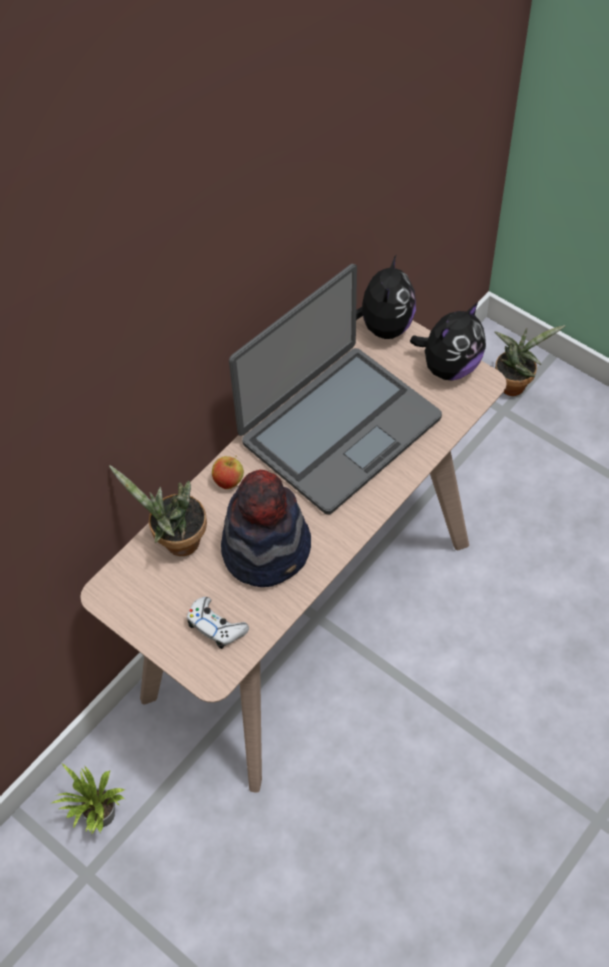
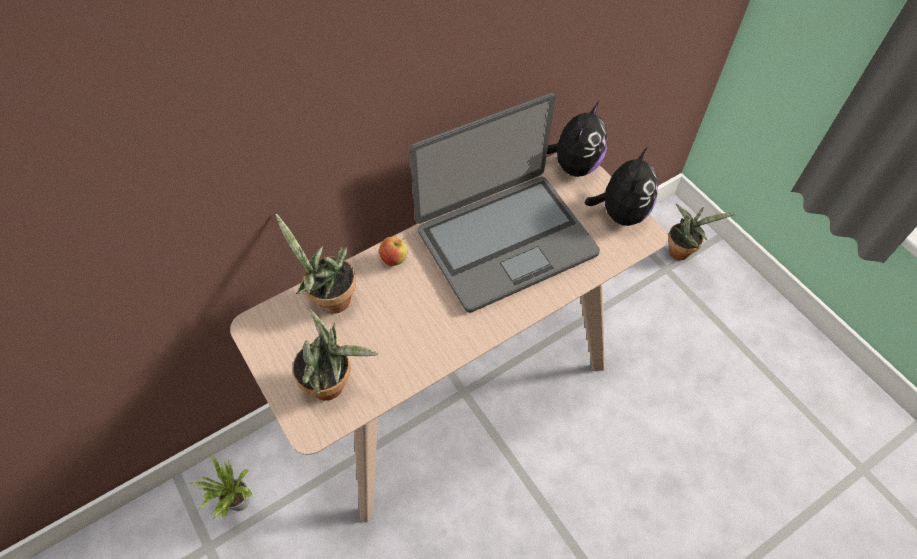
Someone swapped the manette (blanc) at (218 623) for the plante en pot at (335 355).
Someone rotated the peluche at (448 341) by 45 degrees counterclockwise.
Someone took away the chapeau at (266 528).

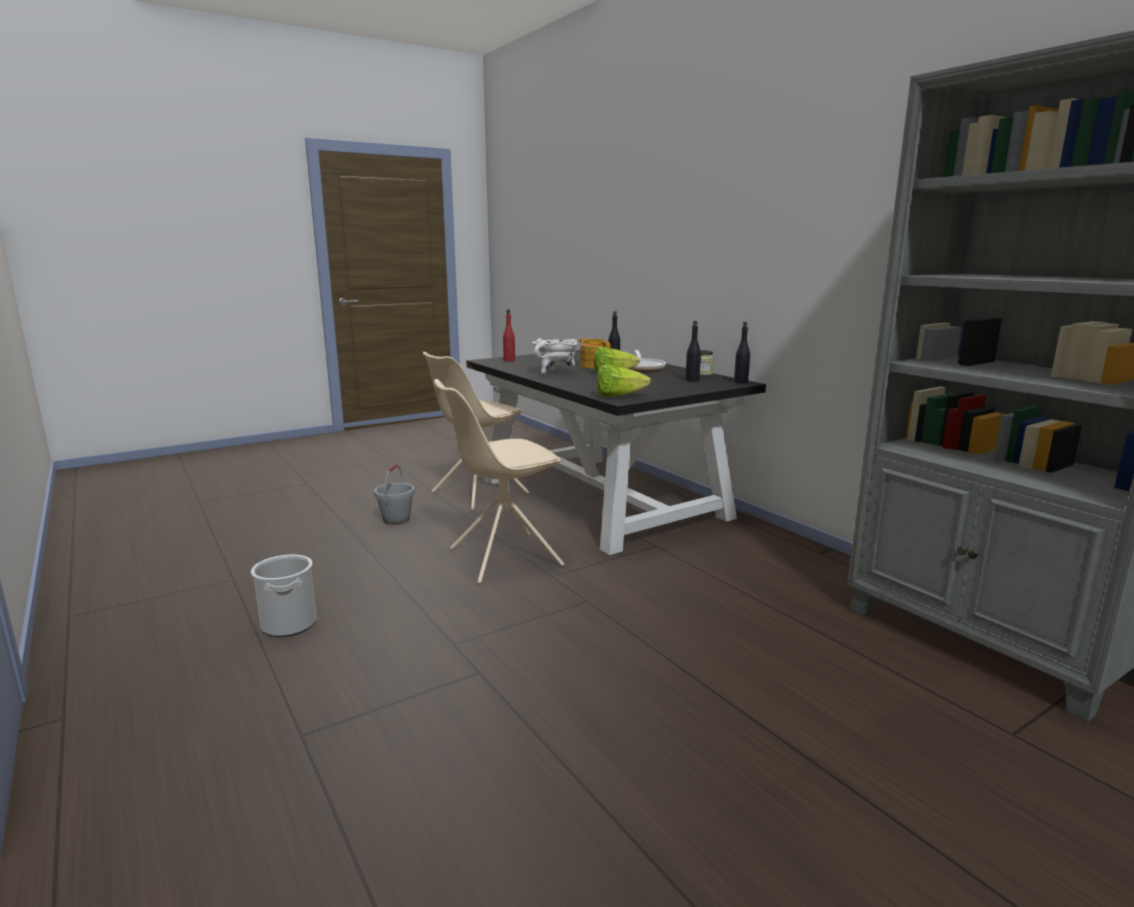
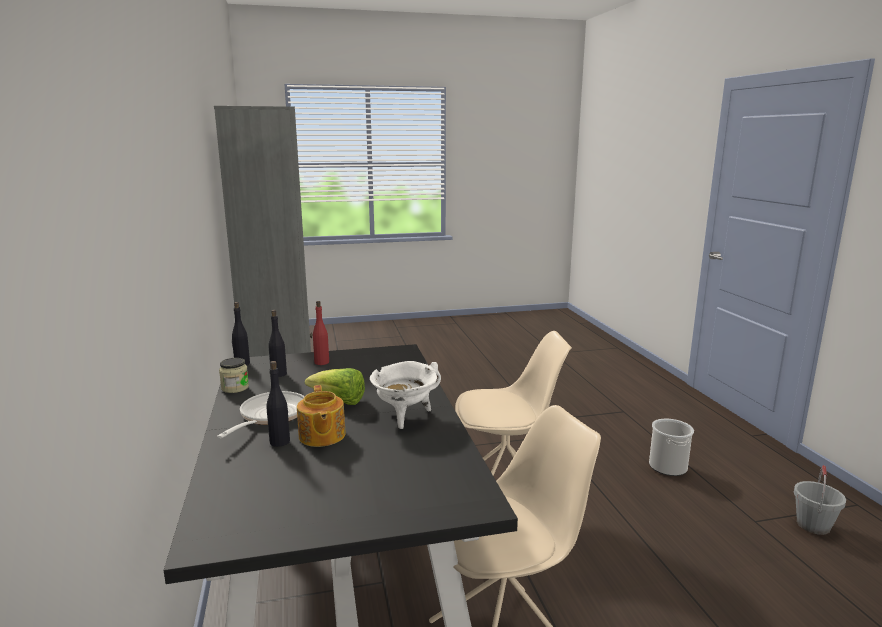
Someone carried the bouteille (rouge) from (509 335) to (321 333).
Someone carried the seau (gris) from (394 494) to (820 500).
Someone took away the laitue at (624 380).

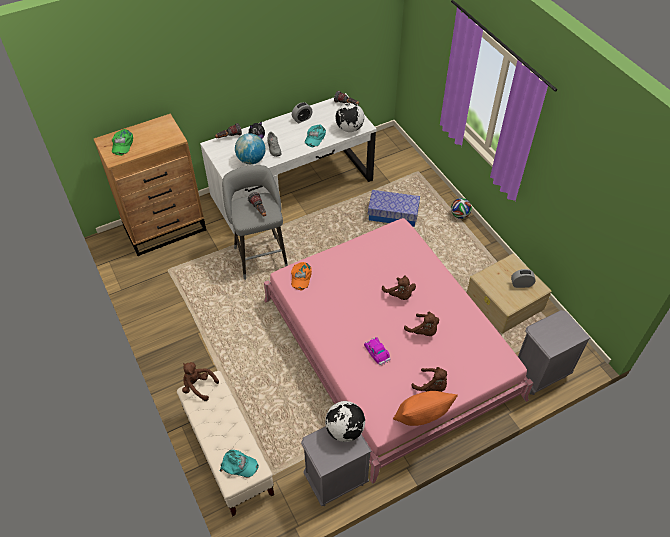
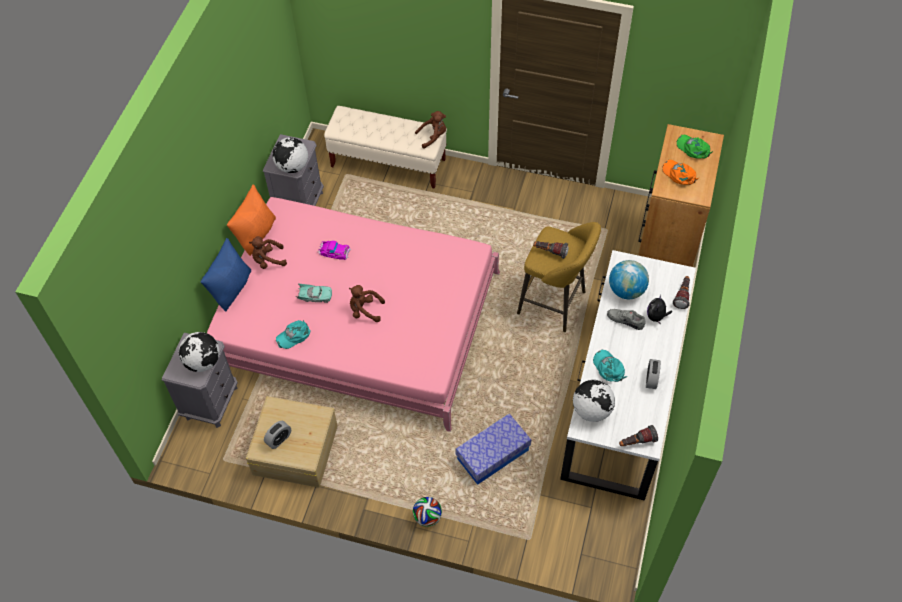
Someone put down the globe at (198 352).
Someone put down the coussin (bleu) at (226 275).
Someone carried the casquette (turquoise) from (239 463) to (293 334).
Someone swapped the peluche (marron) at (421 324) for the petite voiture (turquoise) at (314 293).
Someone repainted the tabouret (gris) at (255 222), which became the tabouret (jaune) at (559 277).
Someone carried the casquette (orange) from (301 276) to (681 172).

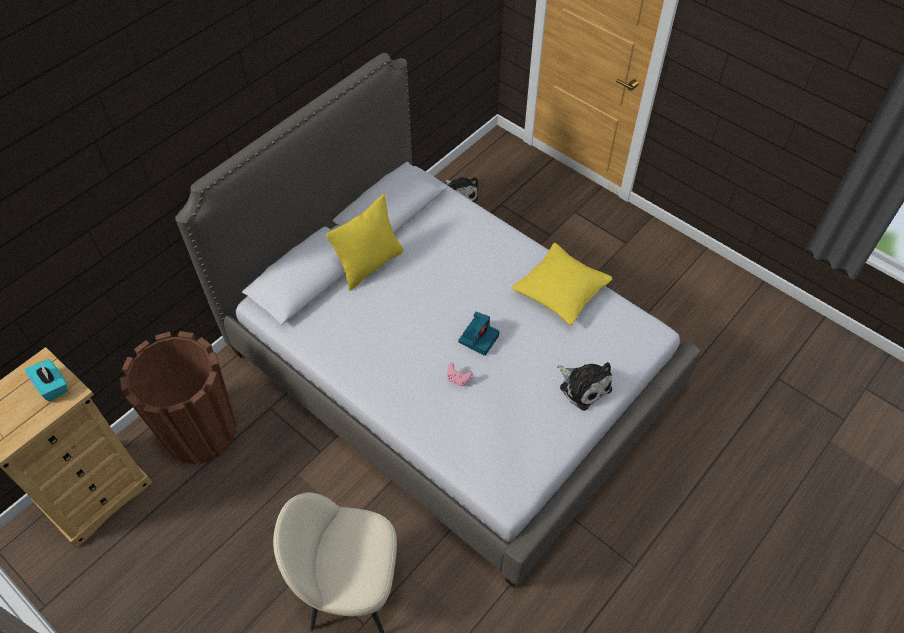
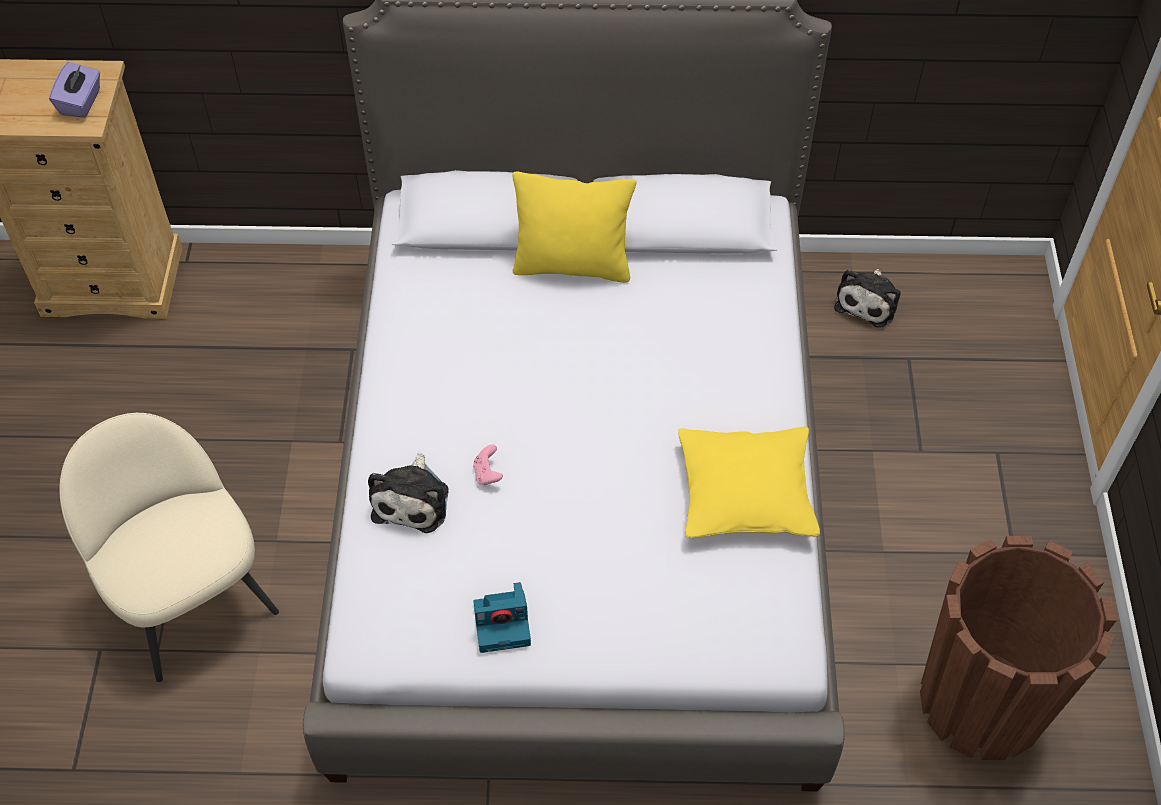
Someone repainted the boîte à mouchoirs (turquoise) at (46 380), which became the boîte à mouchoirs (violet) at (74 90).
Someone carried the peluche from (584 386) to (408 493).
Someone carried the appareil photo from (478 334) to (502 617).
Someone carried the cache-pot (marron) from (178 397) to (1018 648).

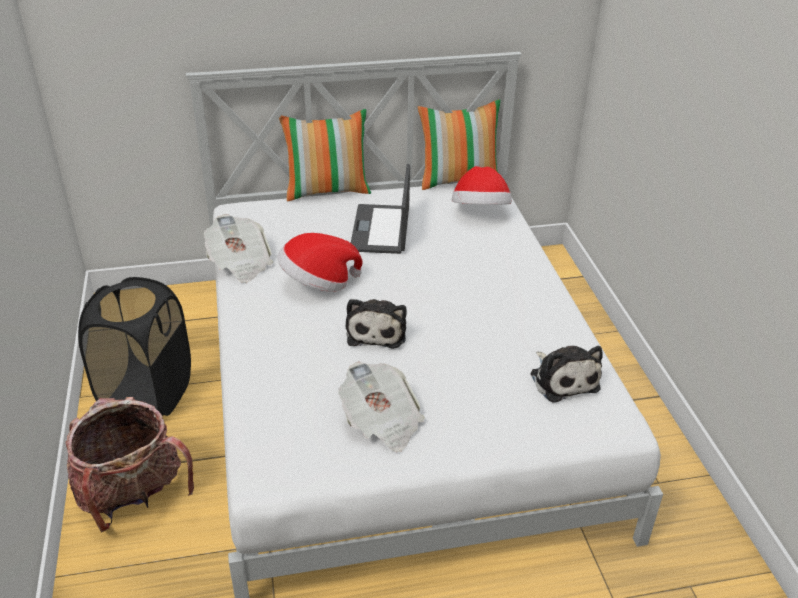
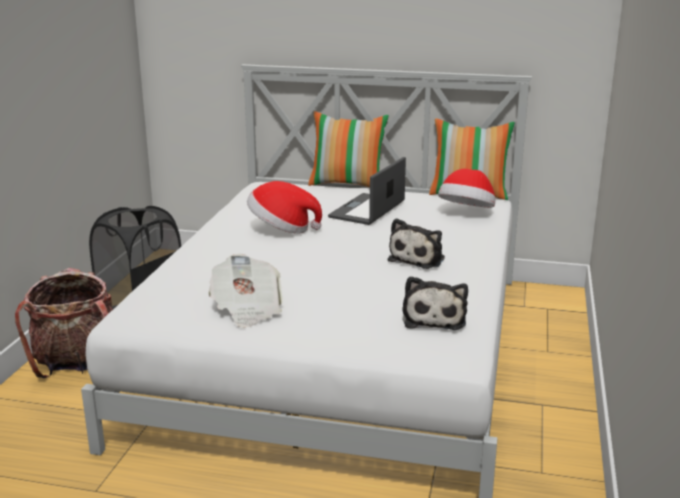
Someone carried the peluche from (376 324) to (416 243).
Someone took away the journal at (238 248).

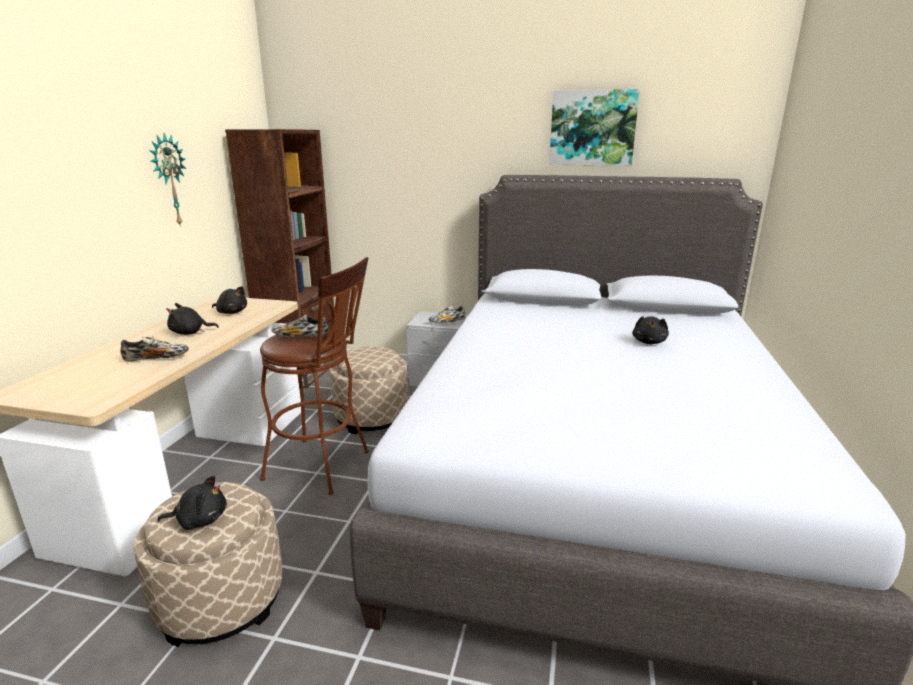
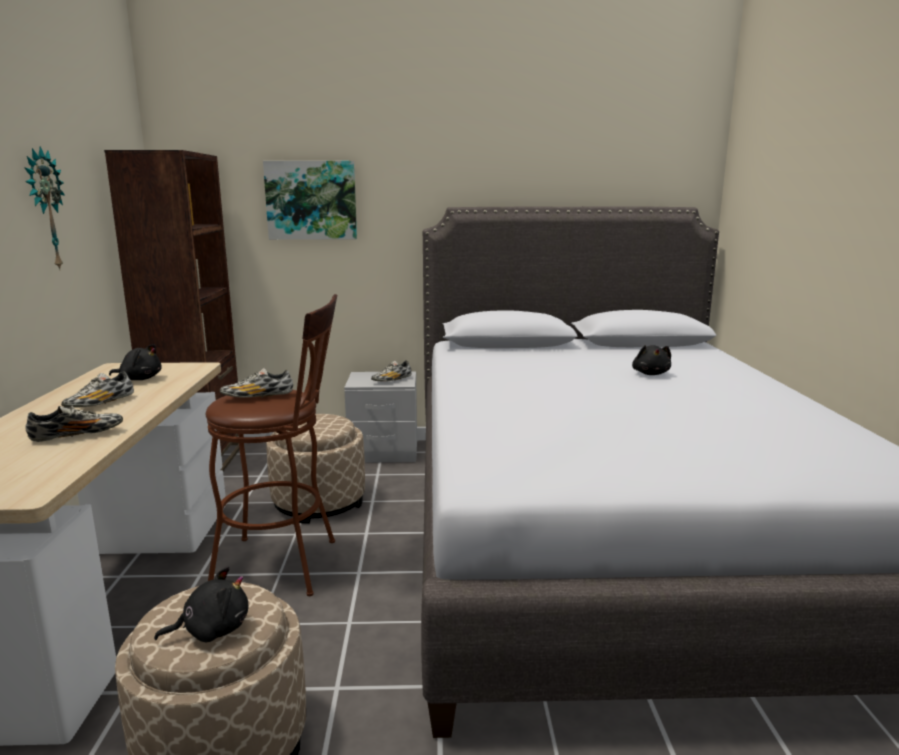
Someone swapped the peluche (noir) at (192 319) for the chaussure at (97 389).
Someone carried the tableau from (594 127) to (310 200).

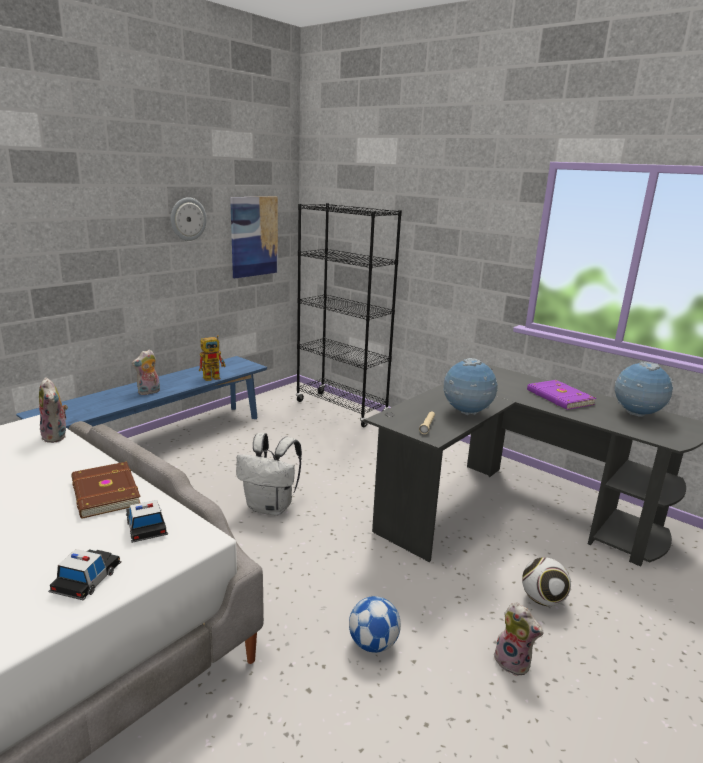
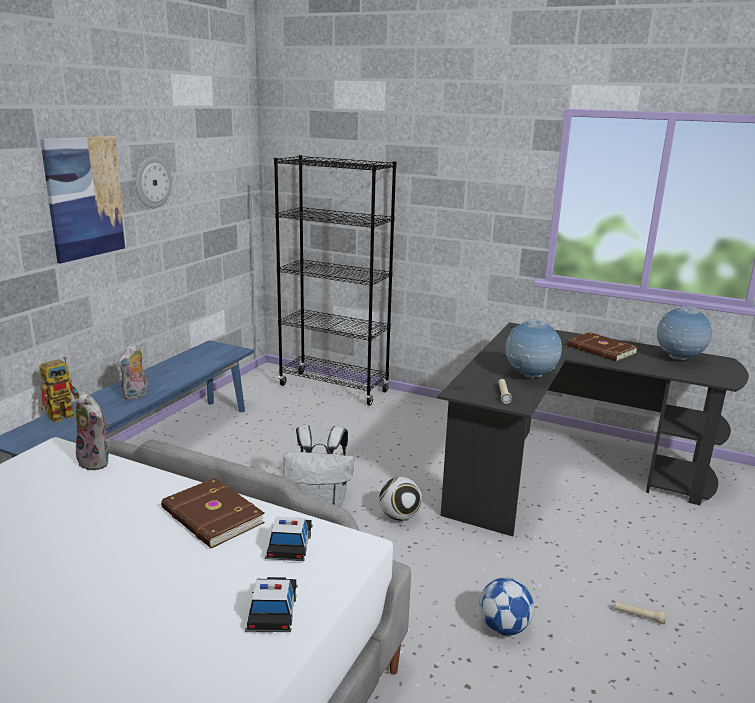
Someone carried the tableau from (254 237) to (83 199).
Someone carried the robot jouet from (212 358) to (59 390).
Someone rotated the petite voiture at (147 521) by 45 degrees clockwise.
Someone carried the ballon de foot from (546 581) to (400 499).
Someone repainted the livre (violet) at (561 395), which became the livre (marron) at (602 346).
Someone swapped the peluche at (519 639) for the lampe de poche (beige) at (640 612).

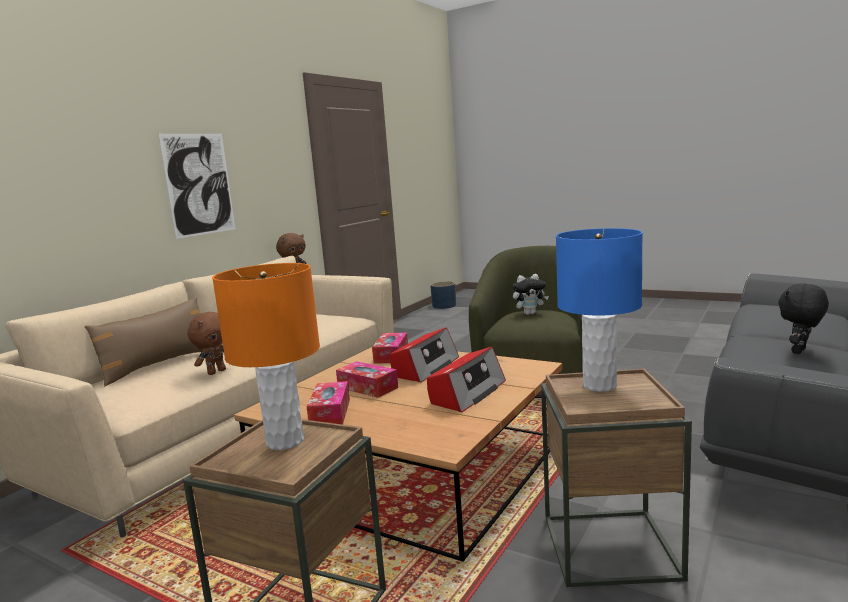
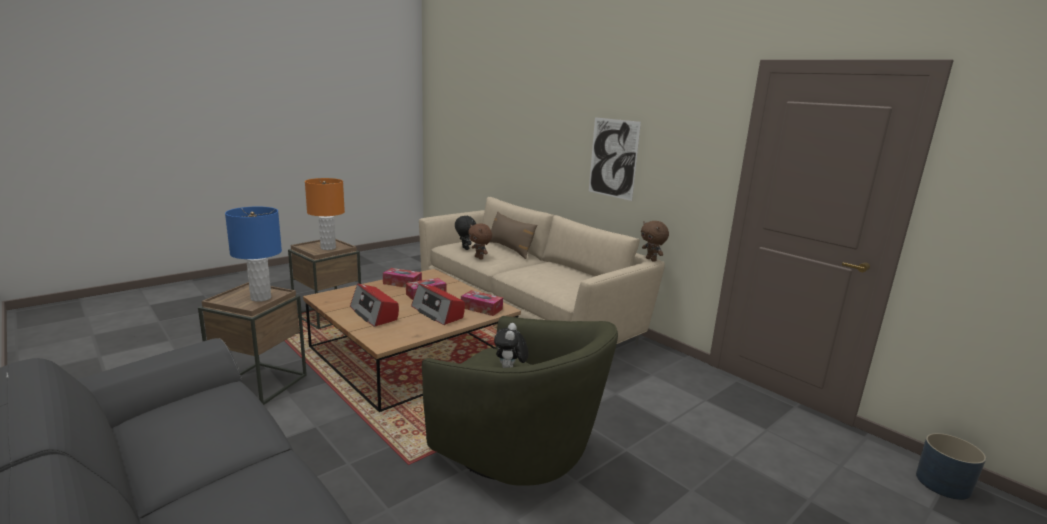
Someone carried the peluche (noir) from (803 319) to (465 233).

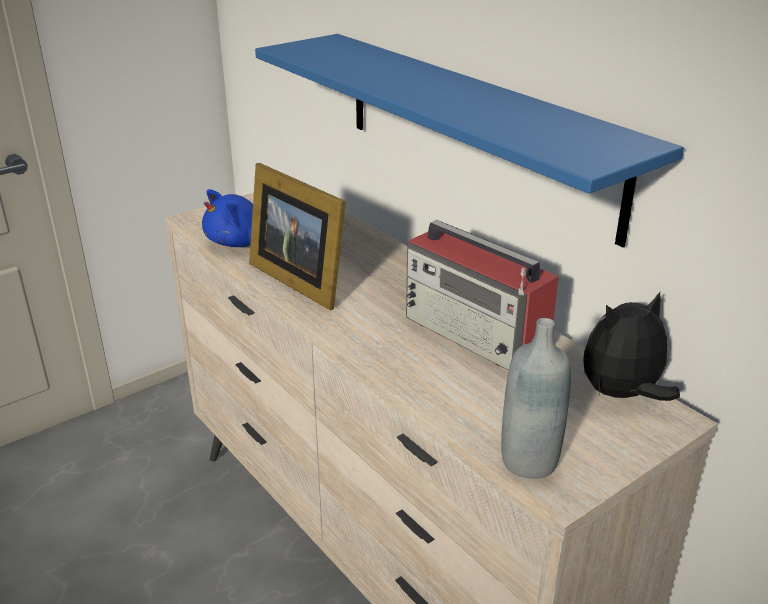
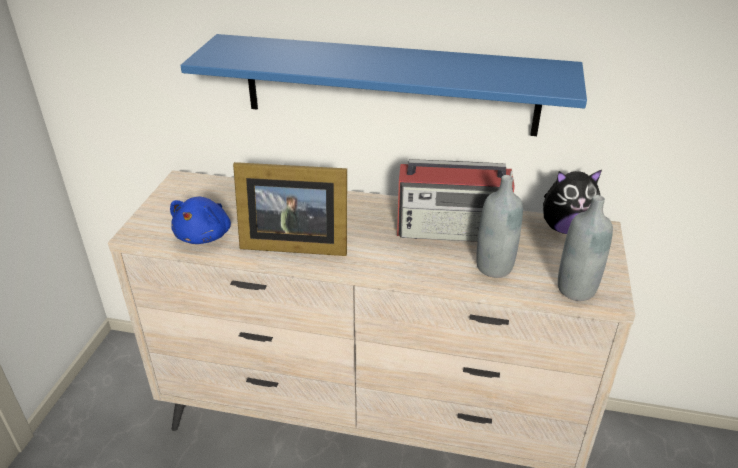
Someone put down the bouteille (gris) at (499 226).
Someone rotated the peluche at (631 346) by 120 degrees counterclockwise.

